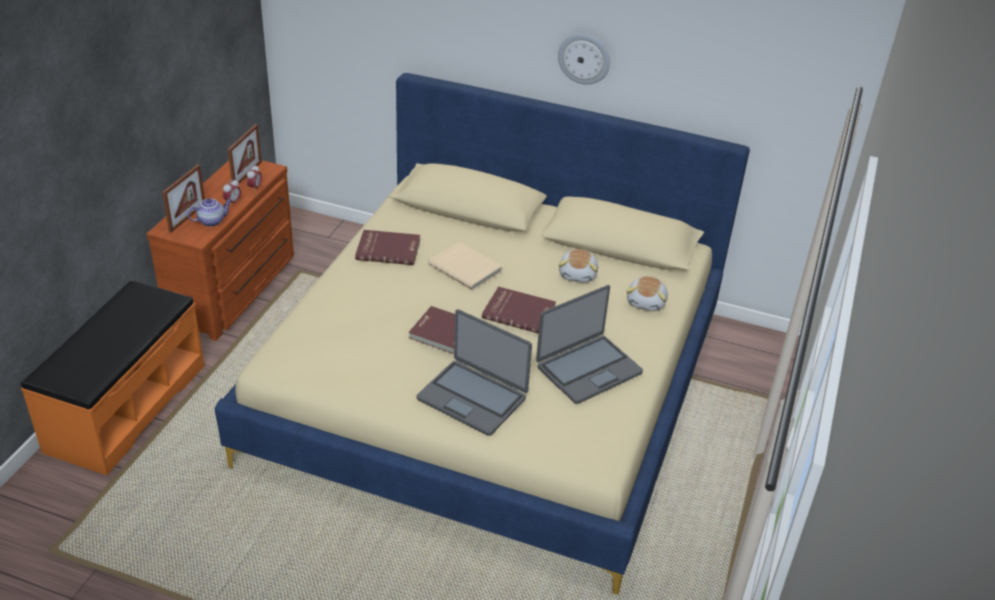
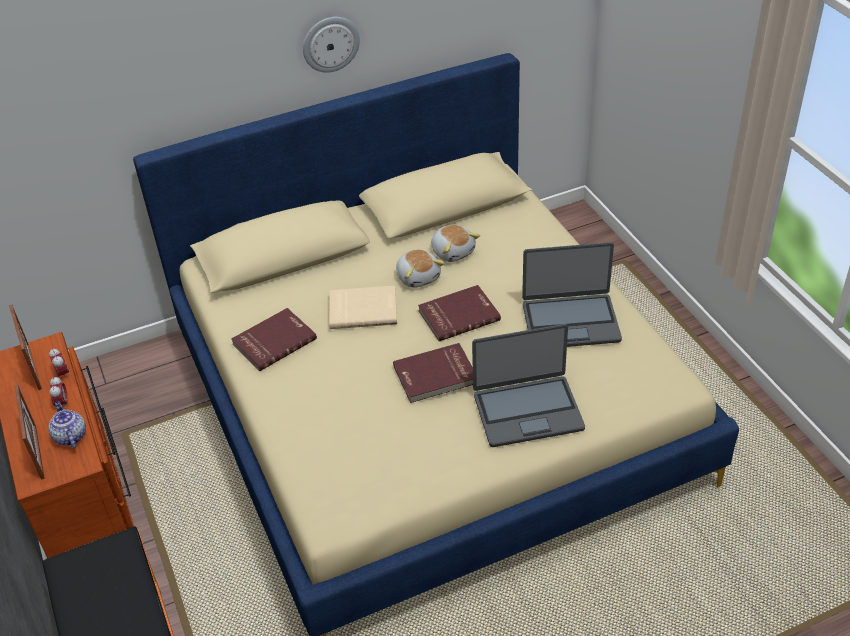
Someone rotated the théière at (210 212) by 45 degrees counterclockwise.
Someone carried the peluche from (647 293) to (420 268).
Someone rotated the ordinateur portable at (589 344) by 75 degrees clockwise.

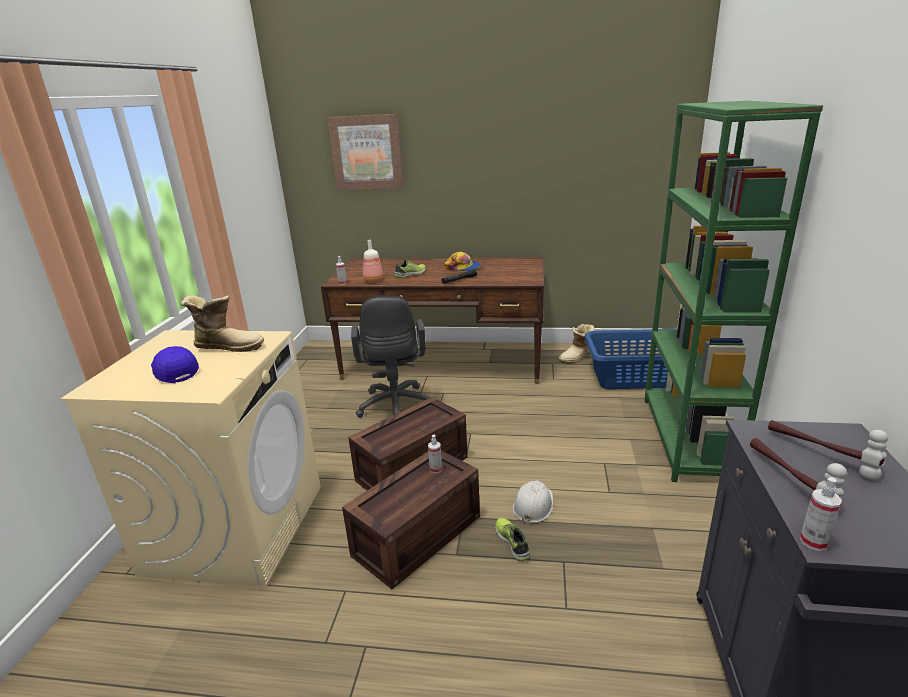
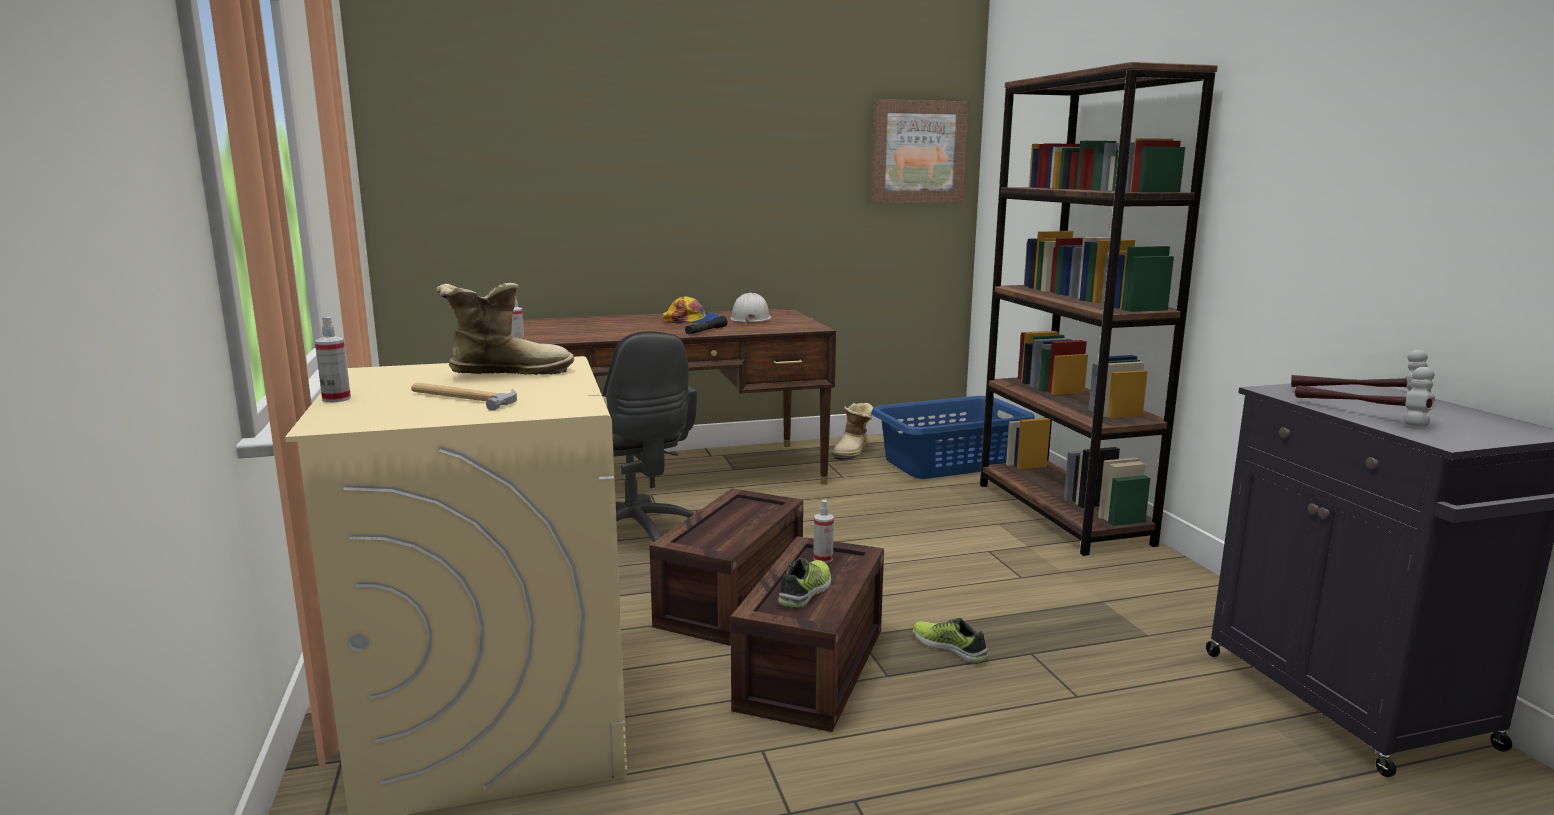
Someone carried the vaporisateur from (821 514) to (333 359).
Someone swapped the casquette (bleu) at (175 364) for the marteau at (464 397).
Someone carried the casque de chantier (blanc) from (533 502) to (750 308).
Someone carried the chaussure from (410 269) to (804 583).
Someone carried the tableau from (365 152) to (920 151).
Someone repainted the bibliothèque (vert) at (733 291), which became the bibliothèque (marron) at (1099 309).
Someone took away the bouteille at (373 261).

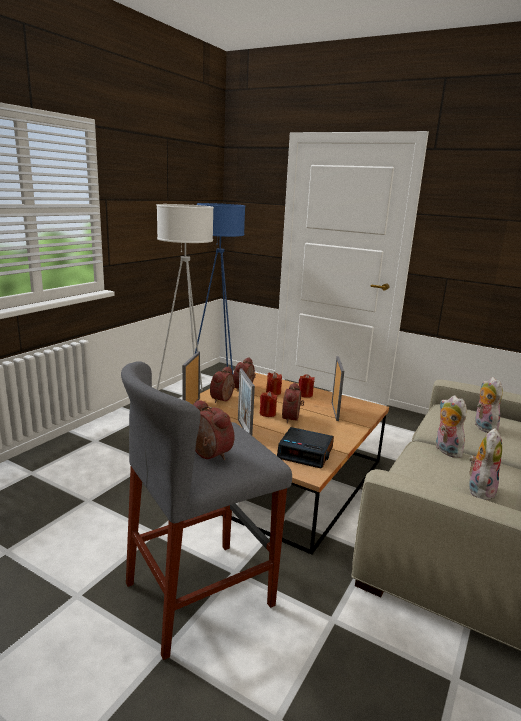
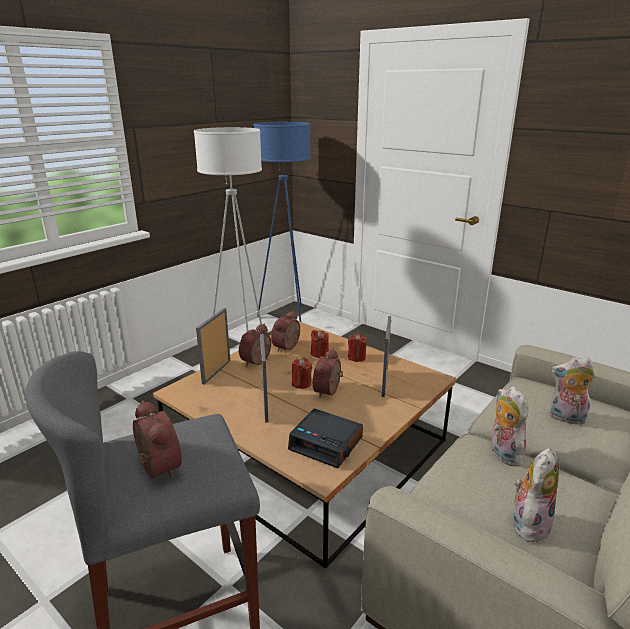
Someone rotated the peluche at (489 405) by 75 degrees counterclockwise.

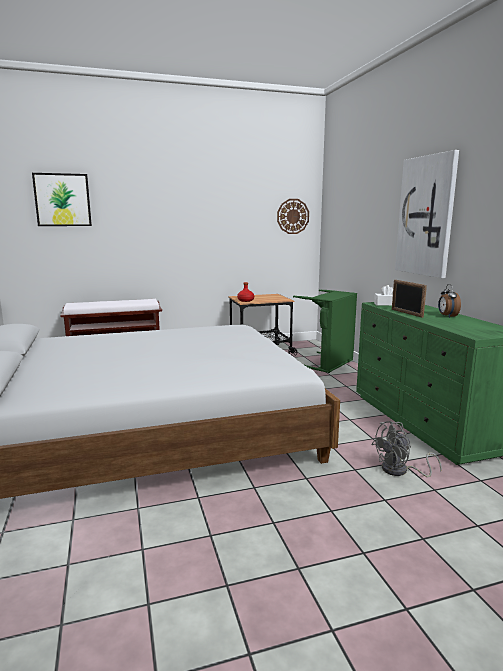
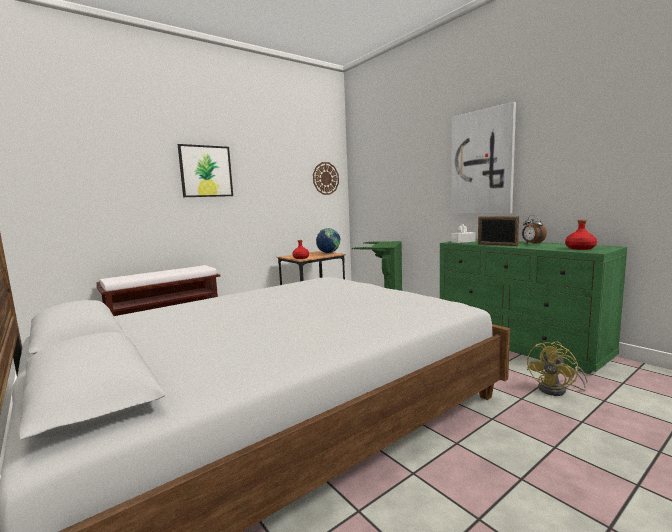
Someone carried the tableau from (62 199) to (205 170).
Someone put down the globe at (328 241).
Someone repainted the ventilateur (gris) at (407 449), which became the ventilateur (jaune) at (557 368).
Someone put down the bouteille (rouge) at (581 235).

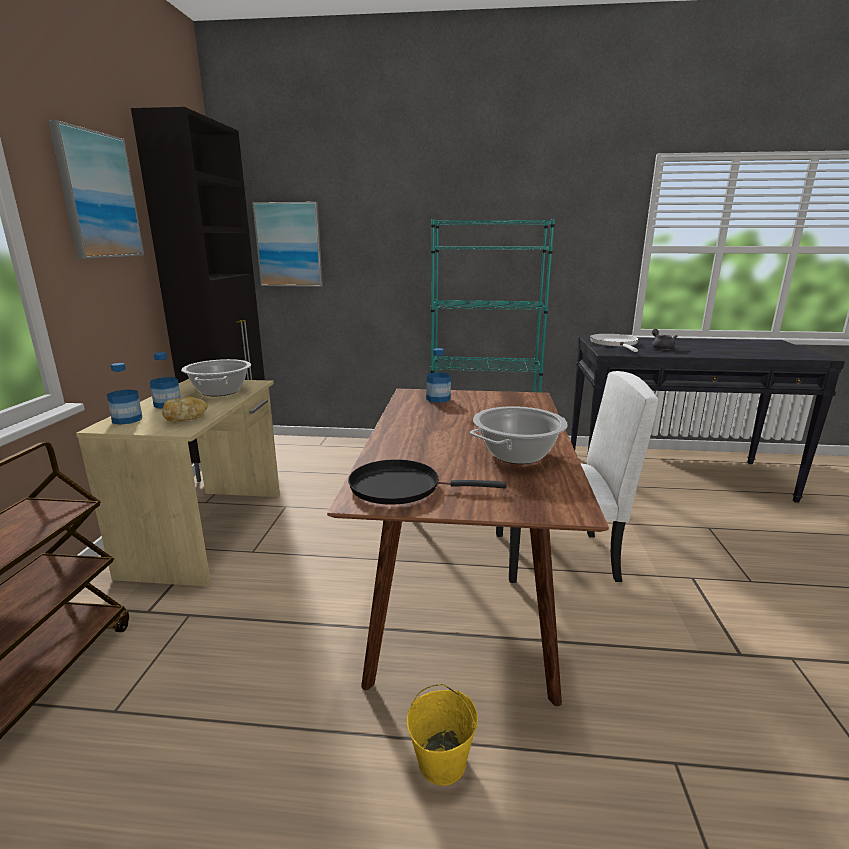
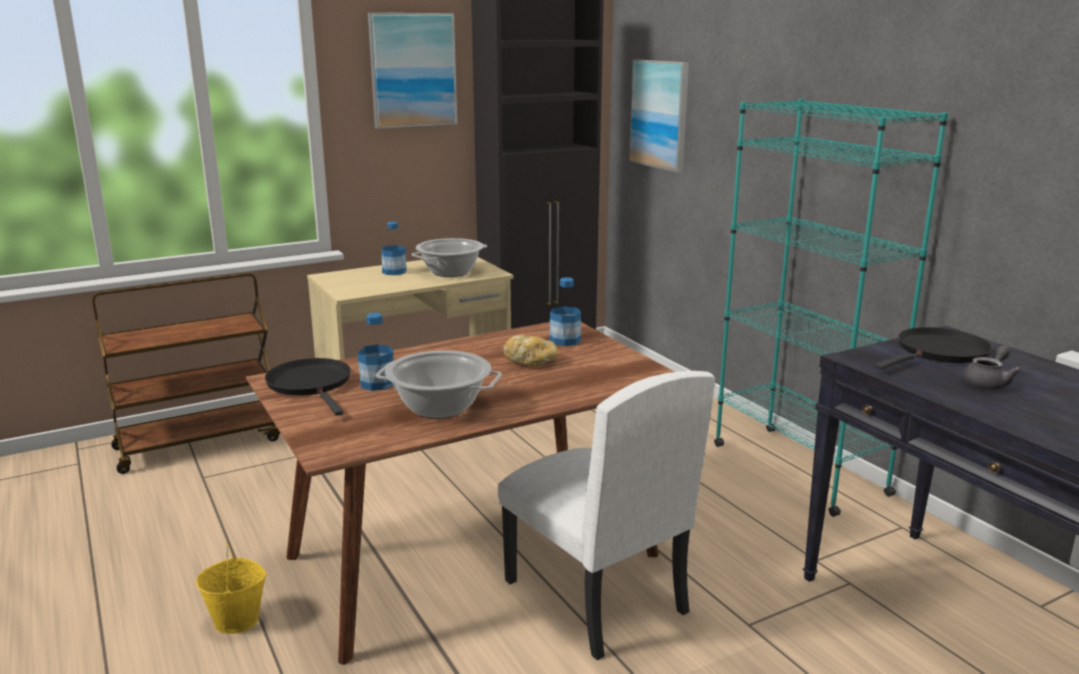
Someone carried the bouteille from (124 394) to (375 352).
Someone carried the pain from (185 409) to (531 350).
Someone repainted the poêle (blanc) at (614 343), which became the poêle (noir) at (934 348).

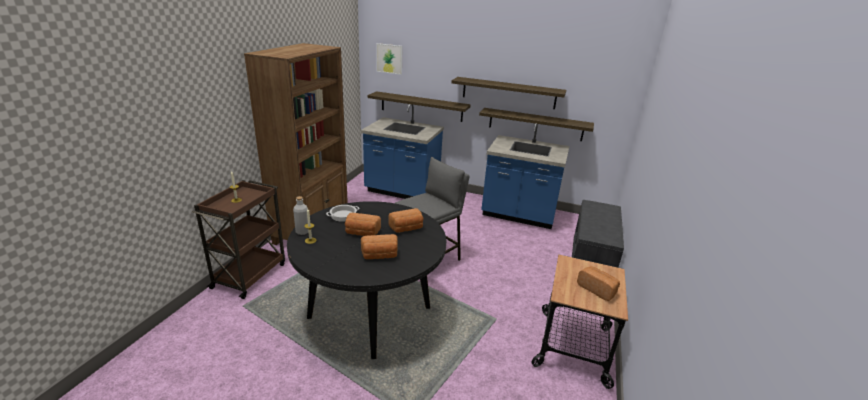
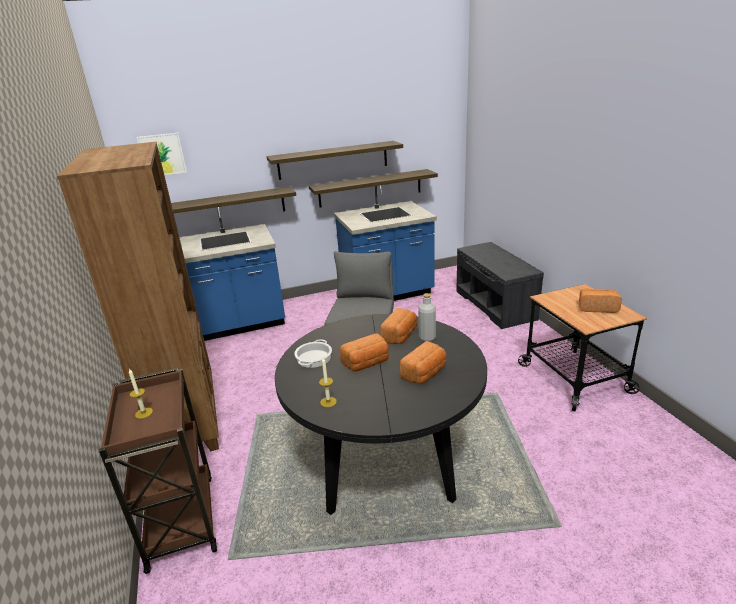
Someone carried the bouteille (gris) from (300 215) to (427 317).

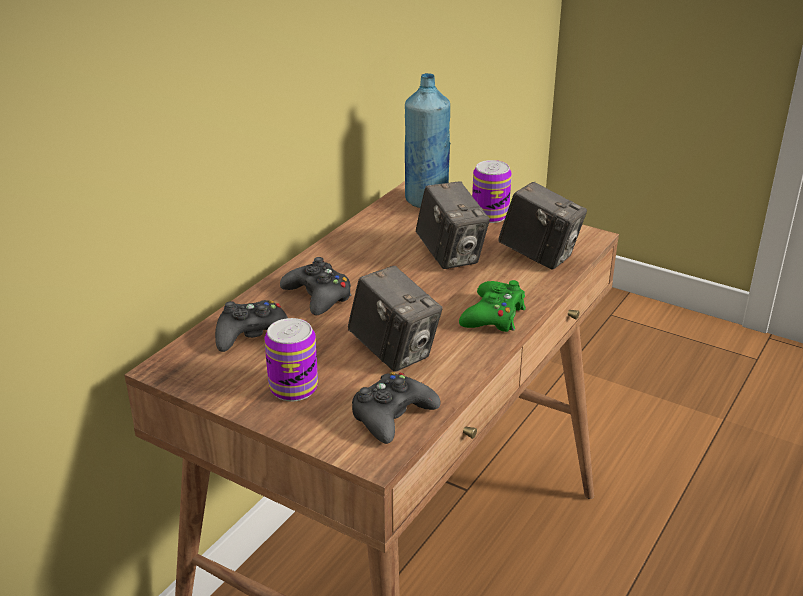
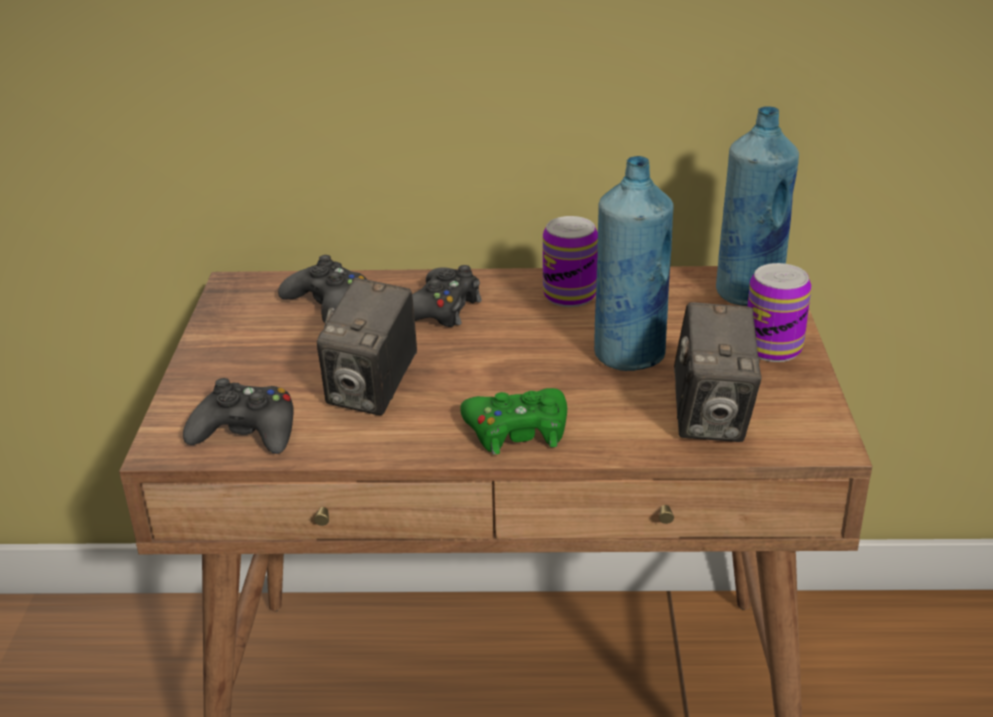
Someone carried the boîte métallique from (291 359) to (570 261).
Someone swapped the appareil photo at (453 225) for the bouteille (bleu) at (633 263).

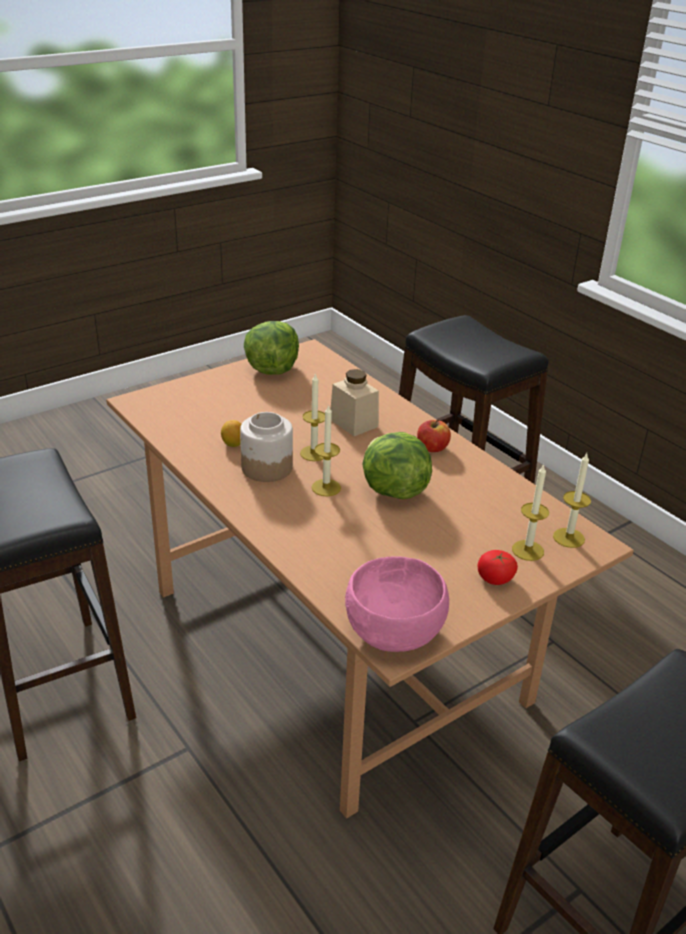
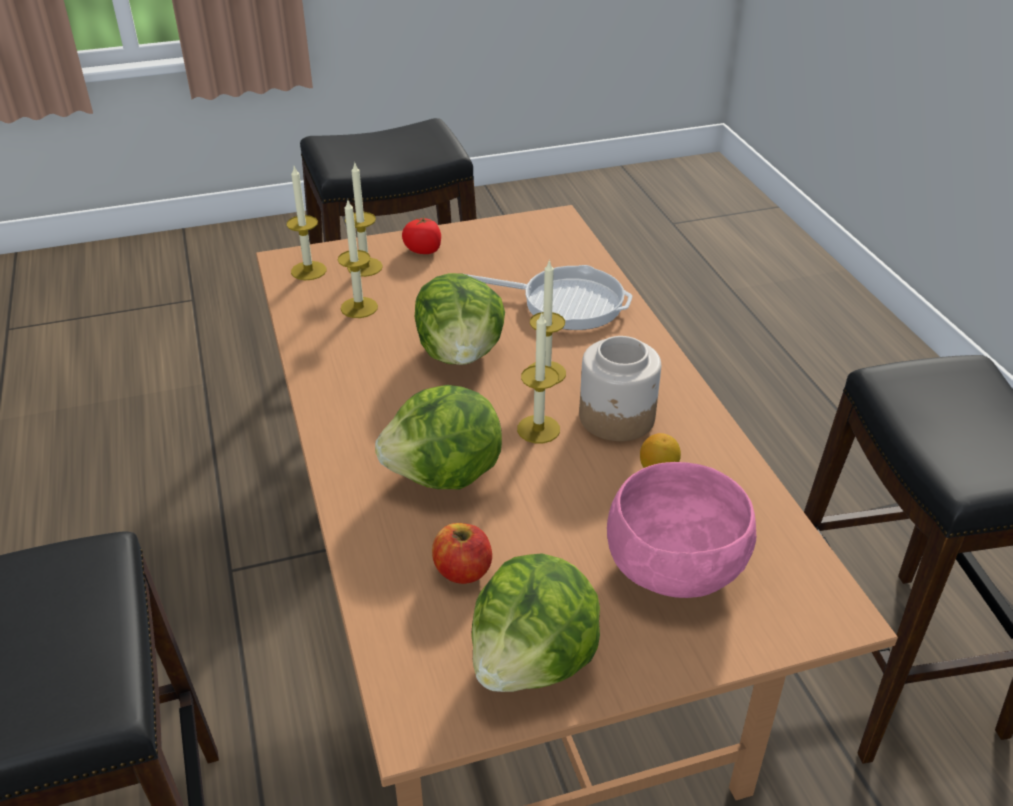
Someone put down the bougie at (358 258).
Someone swapped the bocal (beige) at (354 402) for the laitue at (438 437).
Someone carried the pomme from (434 435) to (462 553).
Someone put down the poêle at (548 297).
Someone carried the bol (rose) from (397 604) to (681 530).

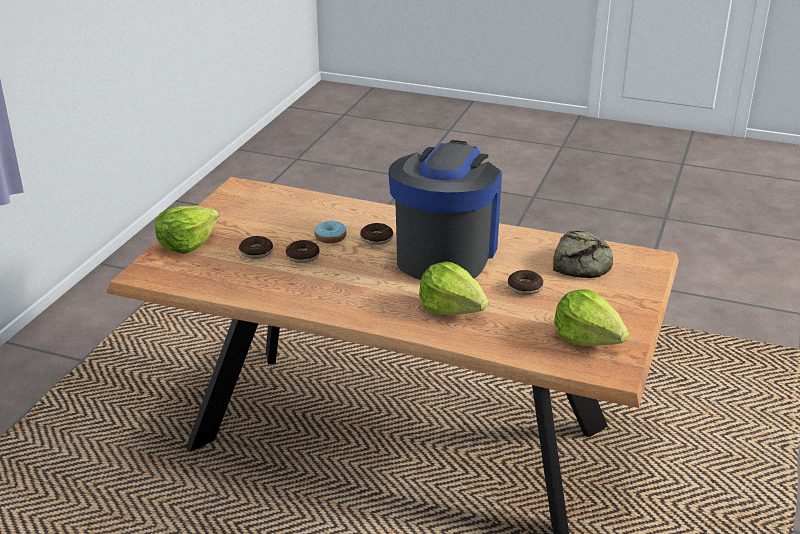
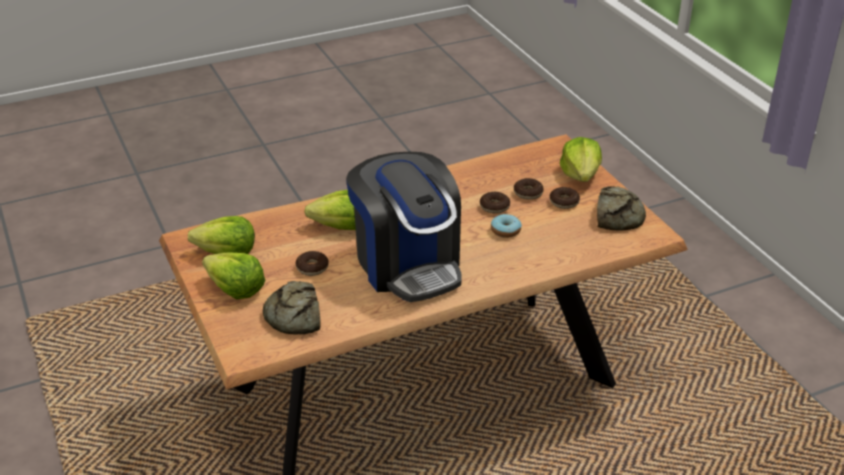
Someone put down the laitue at (233 276).
Someone carried the beignet from (376 234) to (565 198).
Someone put down the pain at (621 208).

